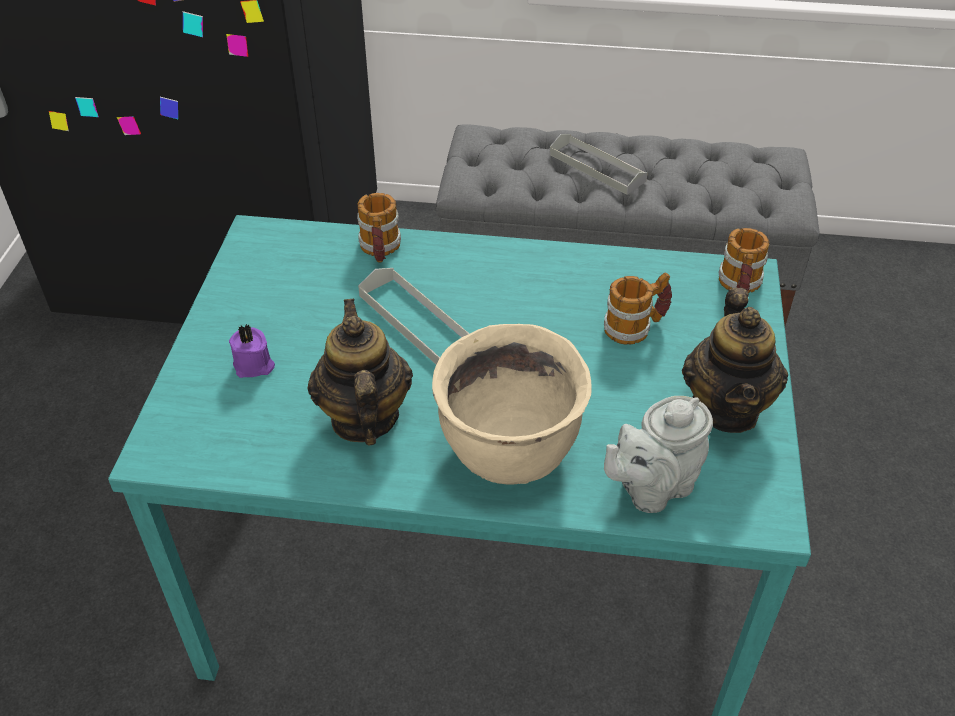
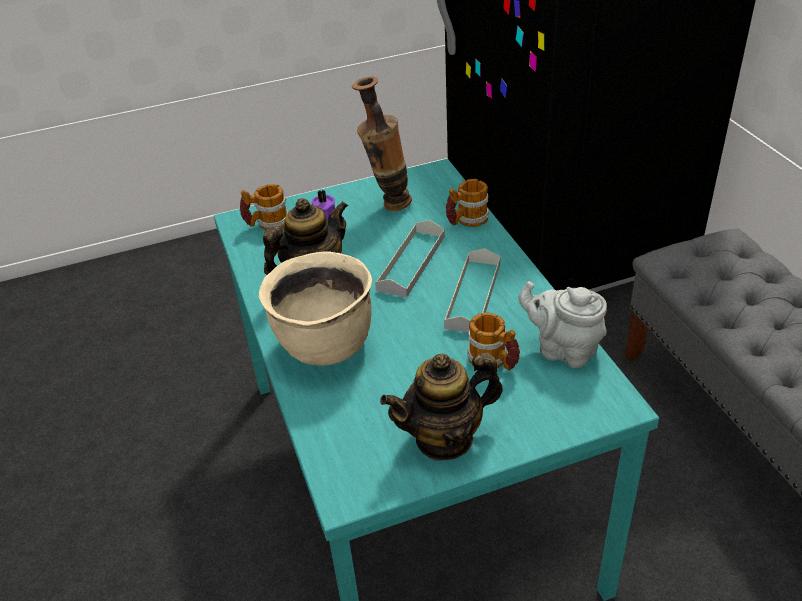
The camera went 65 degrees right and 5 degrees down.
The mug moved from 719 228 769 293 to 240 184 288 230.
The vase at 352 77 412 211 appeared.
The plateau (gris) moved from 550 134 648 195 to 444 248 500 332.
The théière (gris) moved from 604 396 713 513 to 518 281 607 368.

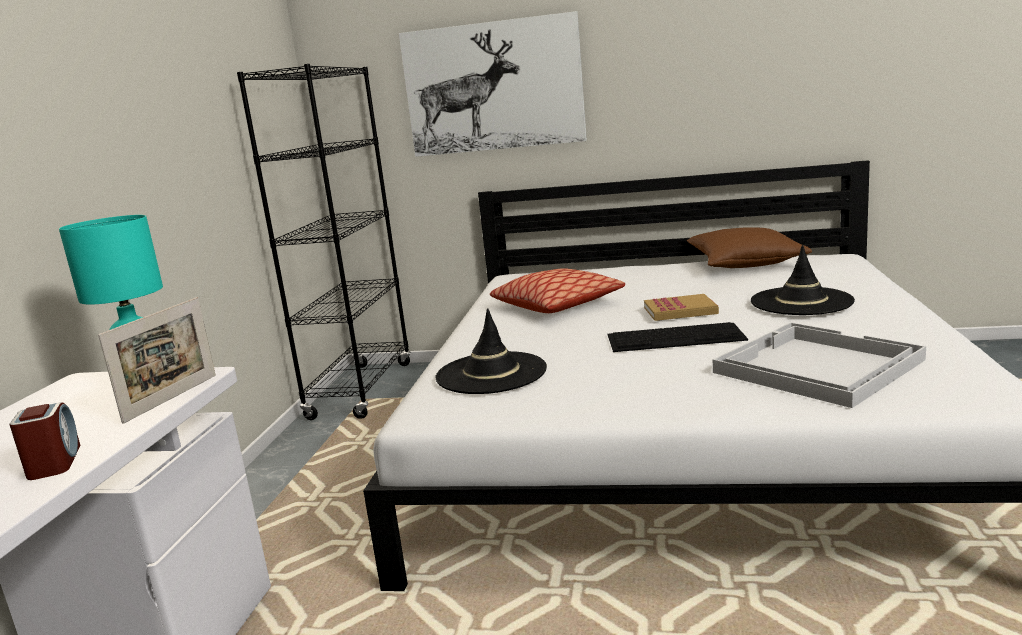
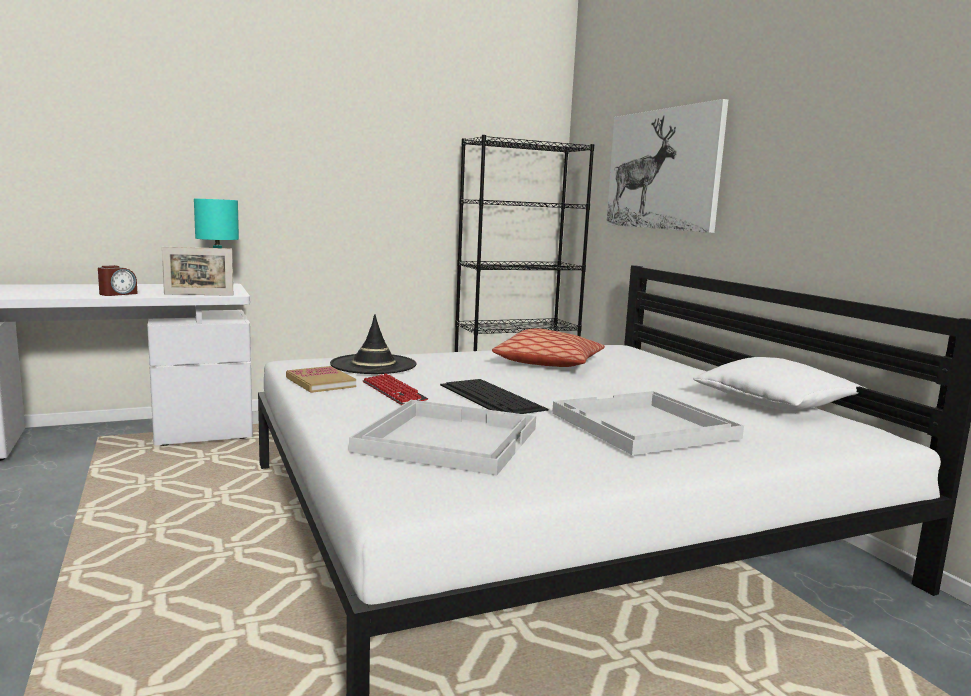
The camera went 55 degrees right and 5 degrees down.
The livre moved from 644 294 719 321 to 286 366 356 393.
The clavier at 363 373 428 405 appeared.
The chapeau (noir) at 751 245 855 315 was replaced by the plateau (blanc) at 552 391 744 455.
The coussin (marron) at 687 227 812 268 became the coussin (blanc) at 693 357 865 410.

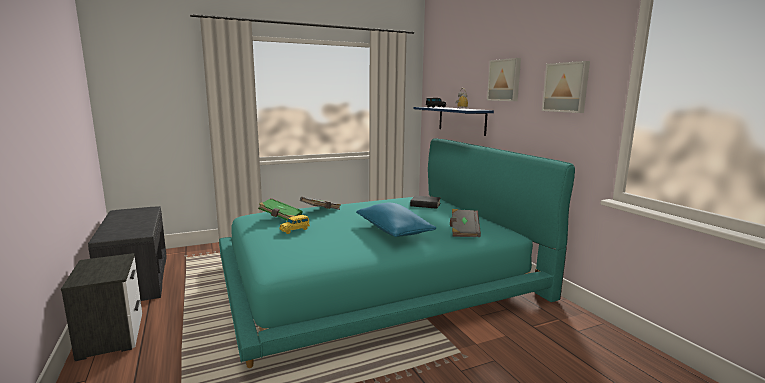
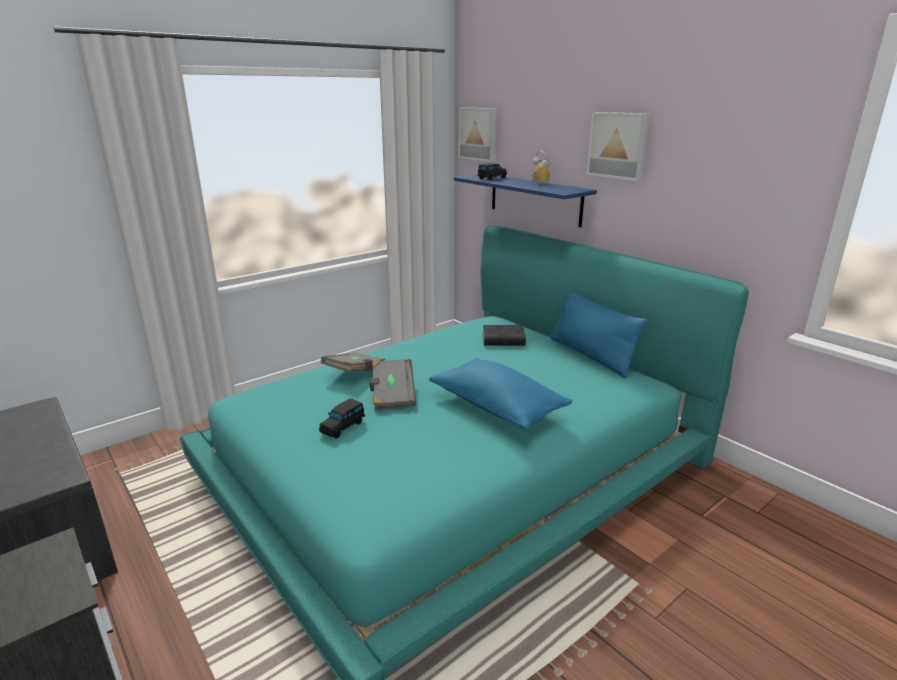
The camera went 15 degrees left and 10 degrees up.
The petite voiture (jaune) at 279 215 310 234 became the petite voiture (noir) at 319 398 365 438.
The livre (gris) moved from 450 209 481 237 to 370 359 416 410.
The tableau moved from 542 61 590 113 to 458 107 497 162.
The coussin (bleu) at 550 292 648 378 appeared.
The livre (vert) at 258 198 303 220 disappeared.

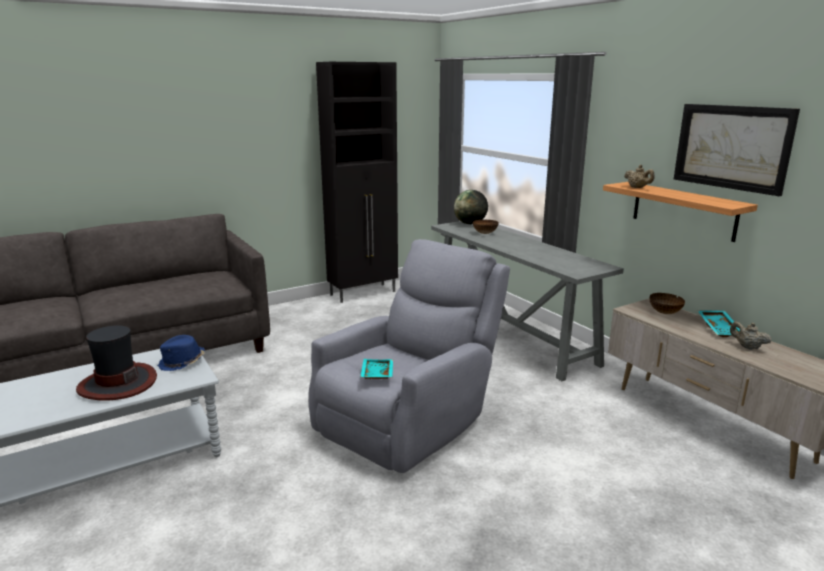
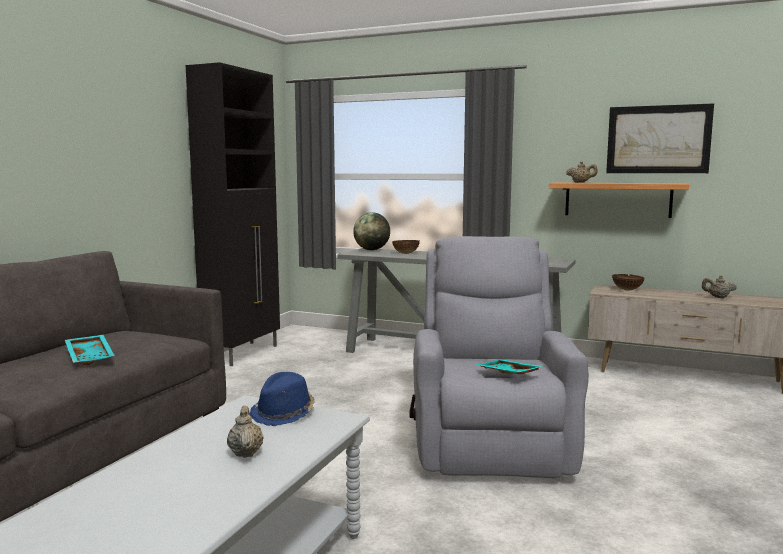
The camera went 35 degrees left and 10 degrees down.
The plateau (turquoise) moved from 698 311 740 337 to 65 335 115 365.
The chapeau at 76 325 157 400 was replaced by the théière (beige) at 227 406 264 458.

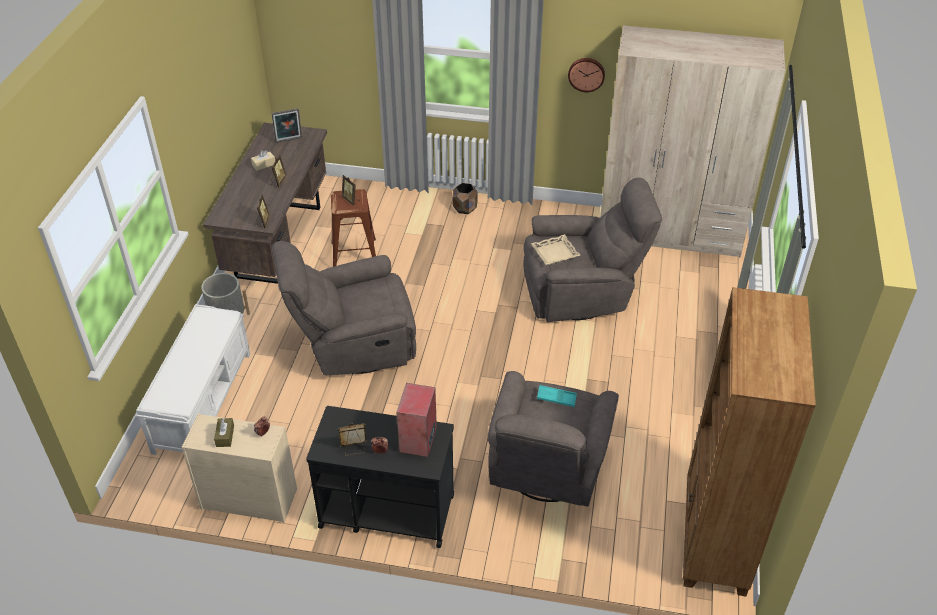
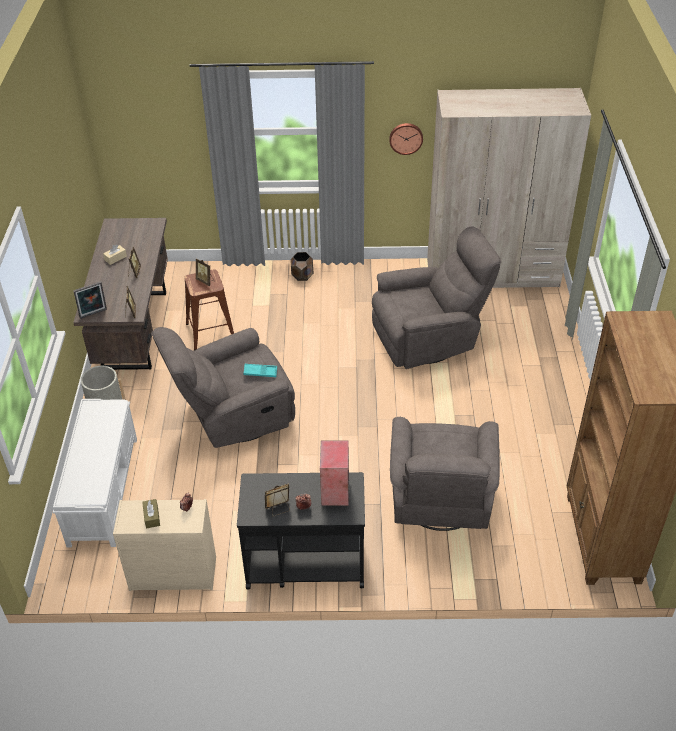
The camera went 10 degrees left and 0 degrees up.
The cadre photo moved from 272 108 302 143 to 73 281 107 319.
The plateau (turquoise) moved from 537 385 577 407 to 244 364 277 377.
The plateau (beige) at 531 234 580 265 disappeared.

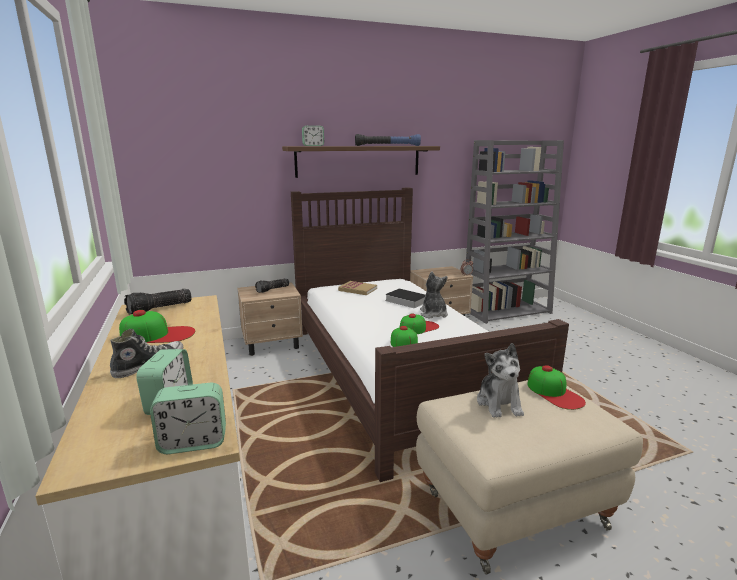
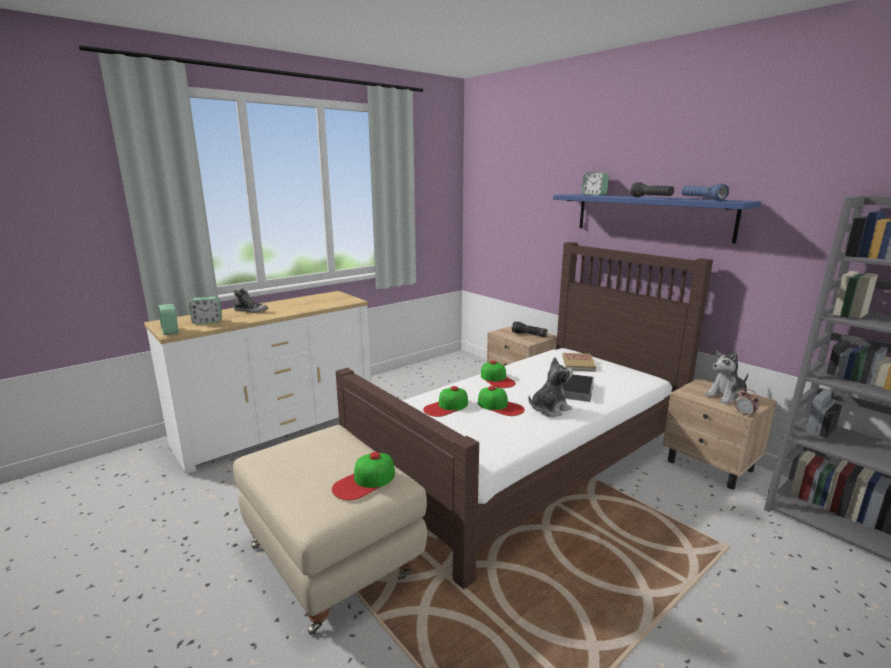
The camera went 70 degrees right and 0 degrees up.
The casquette moved from 119 310 195 343 to 481 361 516 388.
The étagère (marron) at 282 146 440 178 became the étagère (bleu) at 553 194 761 244.
The peluche moved from 477 343 524 418 to 705 350 748 404.
The lampe de poche at 124 289 192 315 disappeared.

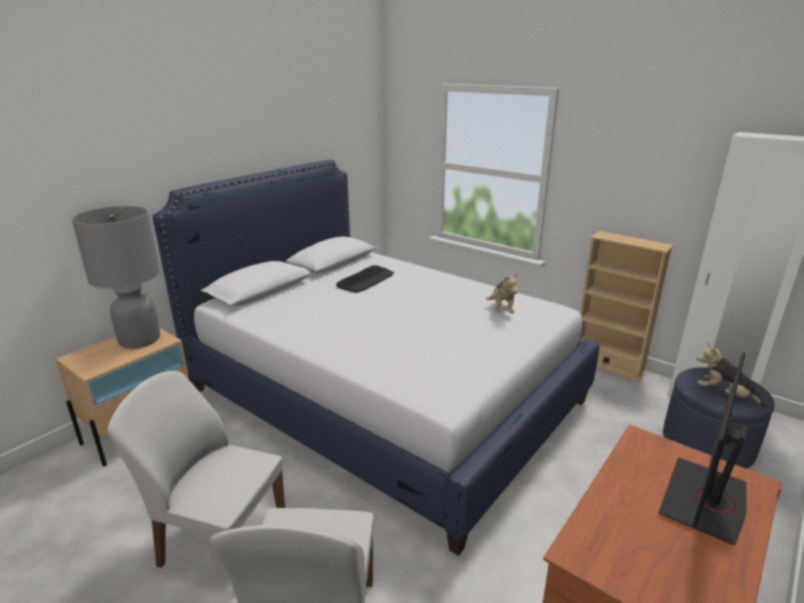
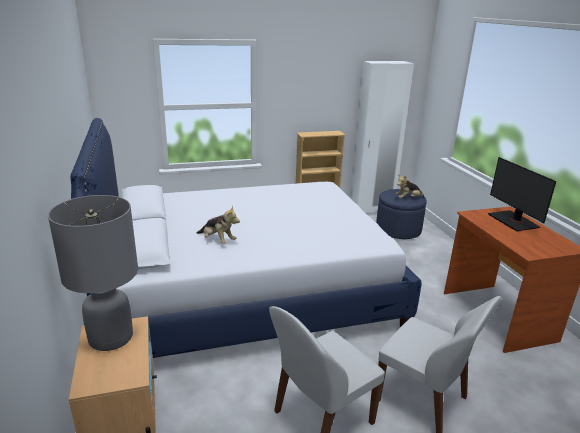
The camera went 55 degrees left and 0 degrees up.
The peluche moved from 486 273 518 313 to 197 206 240 244.
The clavier at 336 265 394 293 disappeared.

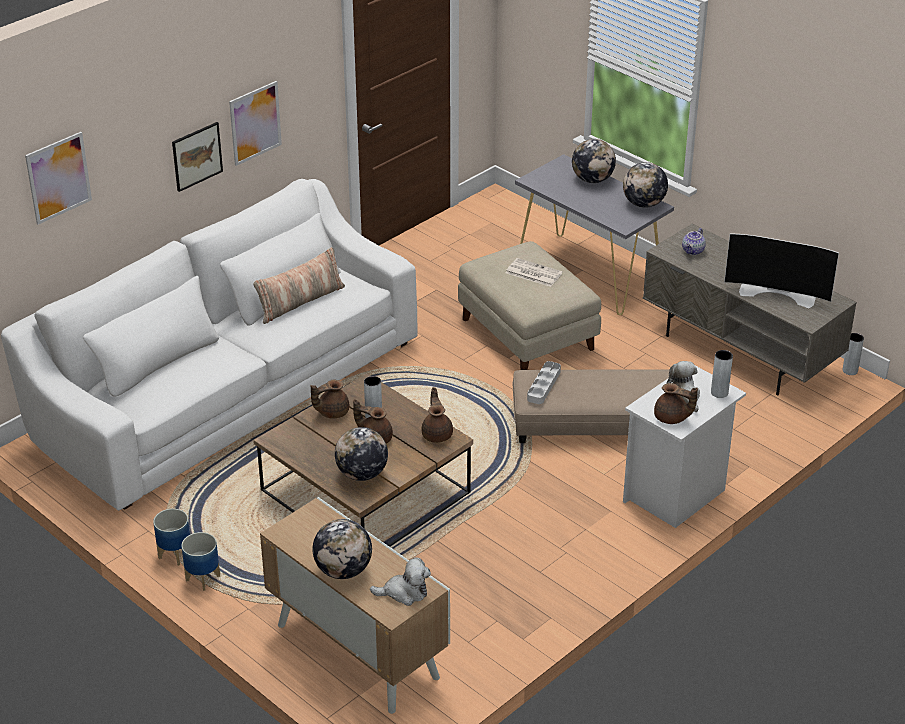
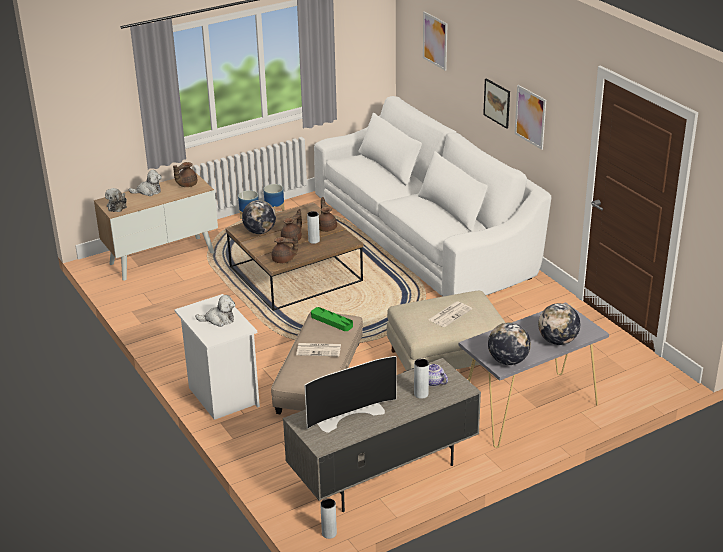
The camera went 105 degrees right and 5 degrees down.
The globe at 312 519 372 579 was replaced by the peluche at 129 170 162 196.
The théière (marron) moved from 654 383 698 424 to 173 162 197 187.
The journal at 296 343 341 356 appeared.
The téléviseur at 724 233 839 308 turned 150 degrees counterclockwise.
The plateau (gris) at 527 361 561 404 became the plateau (vert) at 311 307 353 331.
The vase (gris) moved from 711 350 733 398 to 414 359 429 399.
The coussin at 253 247 345 324 disappeared.

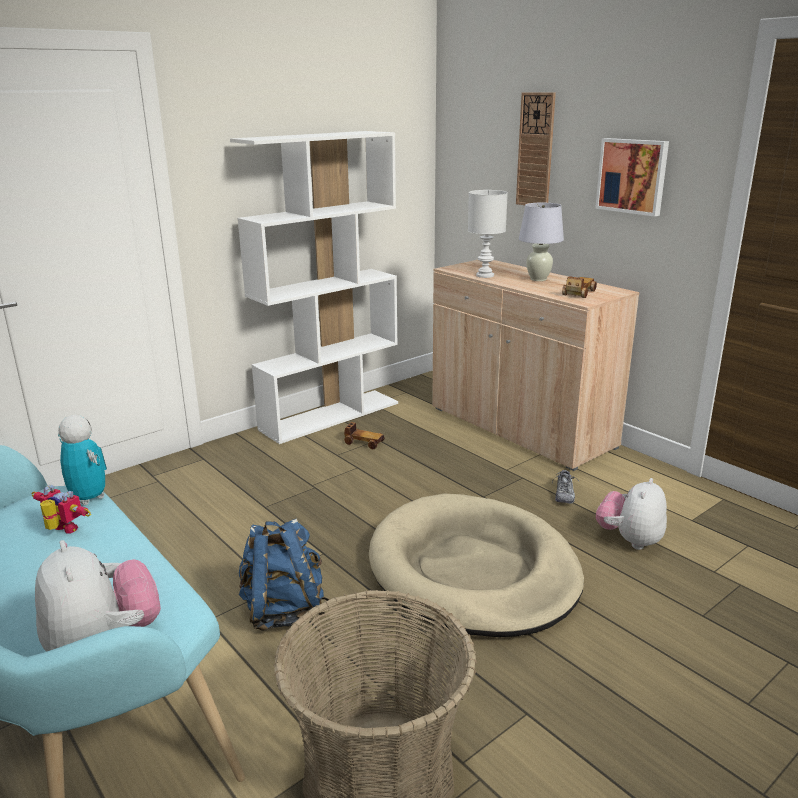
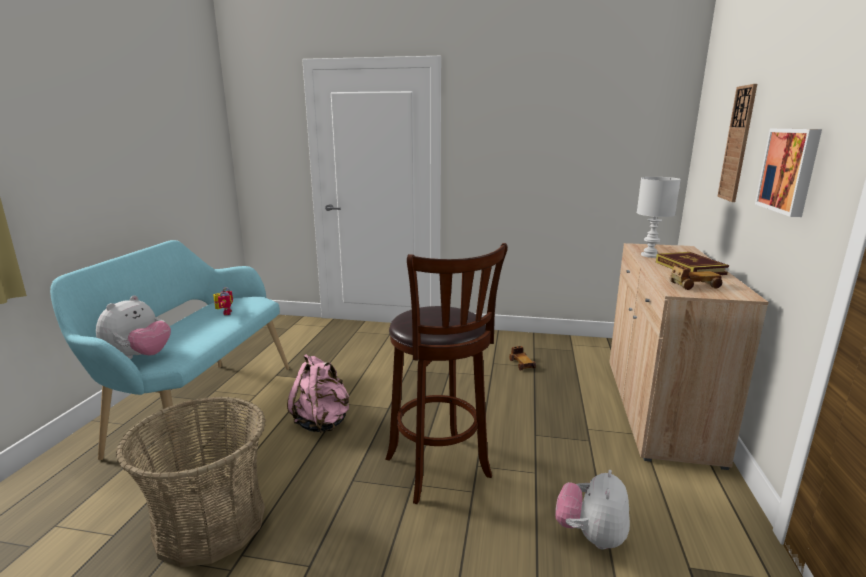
The camera went 50 degrees right and 5 degrees down.
The sac à dos (bleu) at 239 518 329 631 became the sac à dos (rose) at 287 354 349 433.
The panier pour chien (beige) at 369 494 584 637 was replaced by the tabouret (marron) at 385 243 508 504.
The peluche at 596 478 667 550 turned 60 degrees counterclockwise.
The lampe de table (blanc) at 519 203 564 281 was replaced by the livre at 656 252 729 275.
The robot jouet at 58 415 107 505 disappeared.
The bibliothèque (blanc) at 230 131 398 444 disappeared.
The chaussure at 552 468 579 504 disappeared.

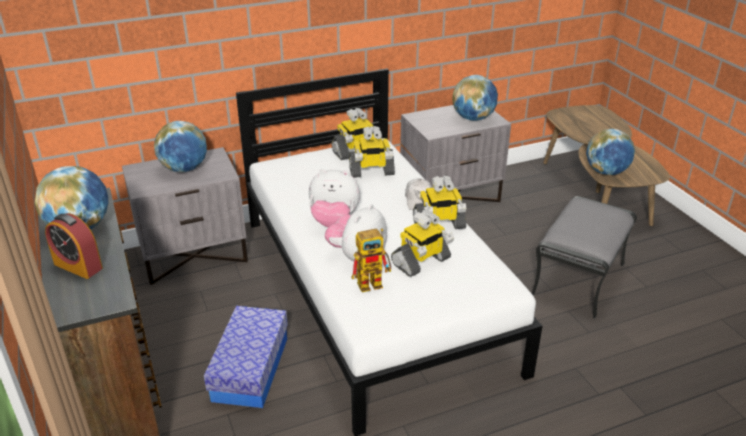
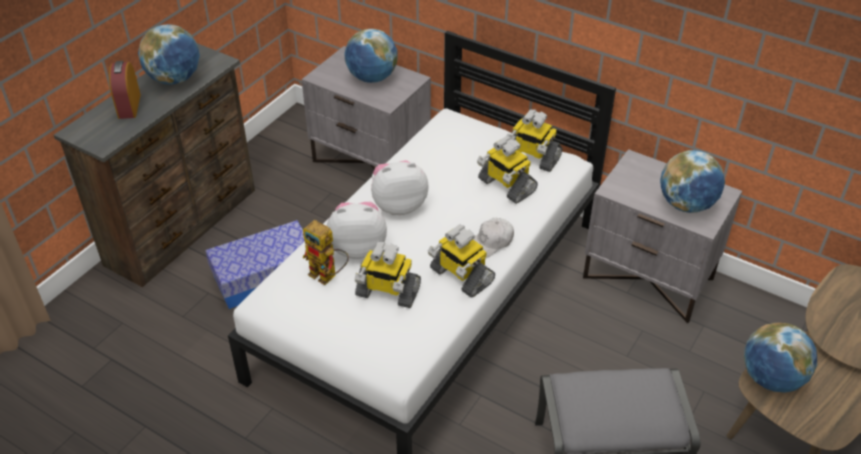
The camera went 55 degrees right and 10 degrees up.
The peluche at 309 169 360 227 turned 105 degrees clockwise.

